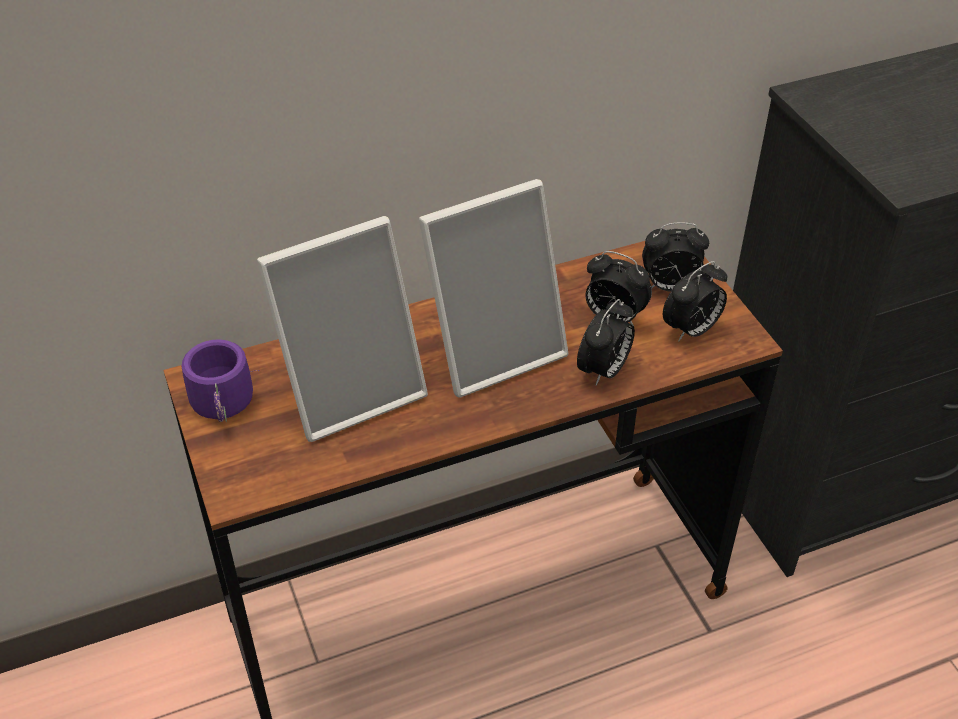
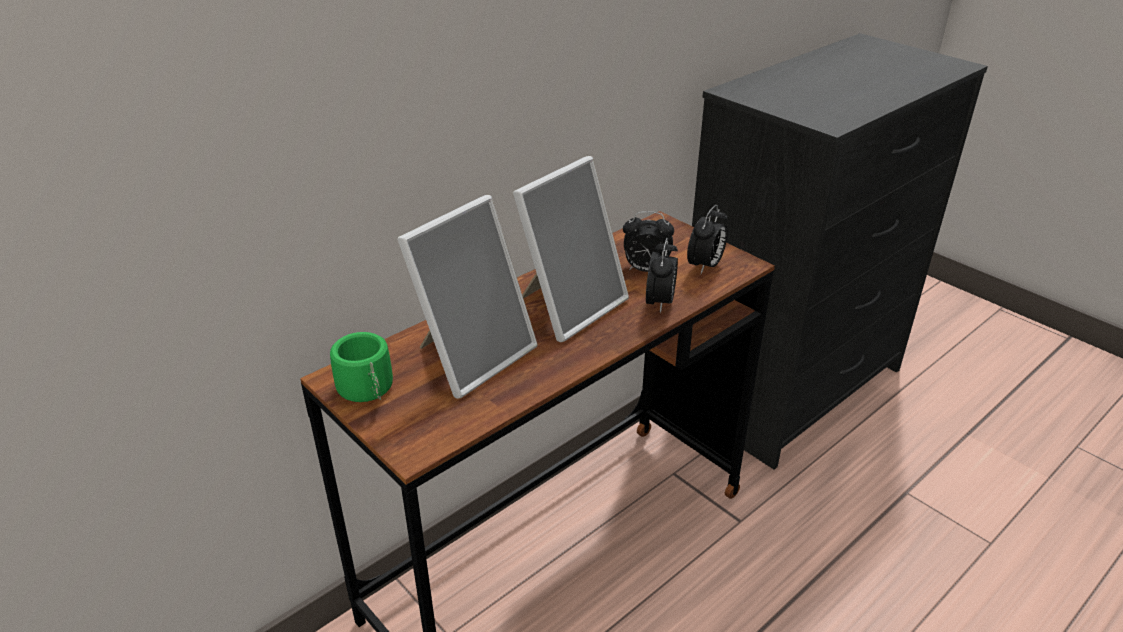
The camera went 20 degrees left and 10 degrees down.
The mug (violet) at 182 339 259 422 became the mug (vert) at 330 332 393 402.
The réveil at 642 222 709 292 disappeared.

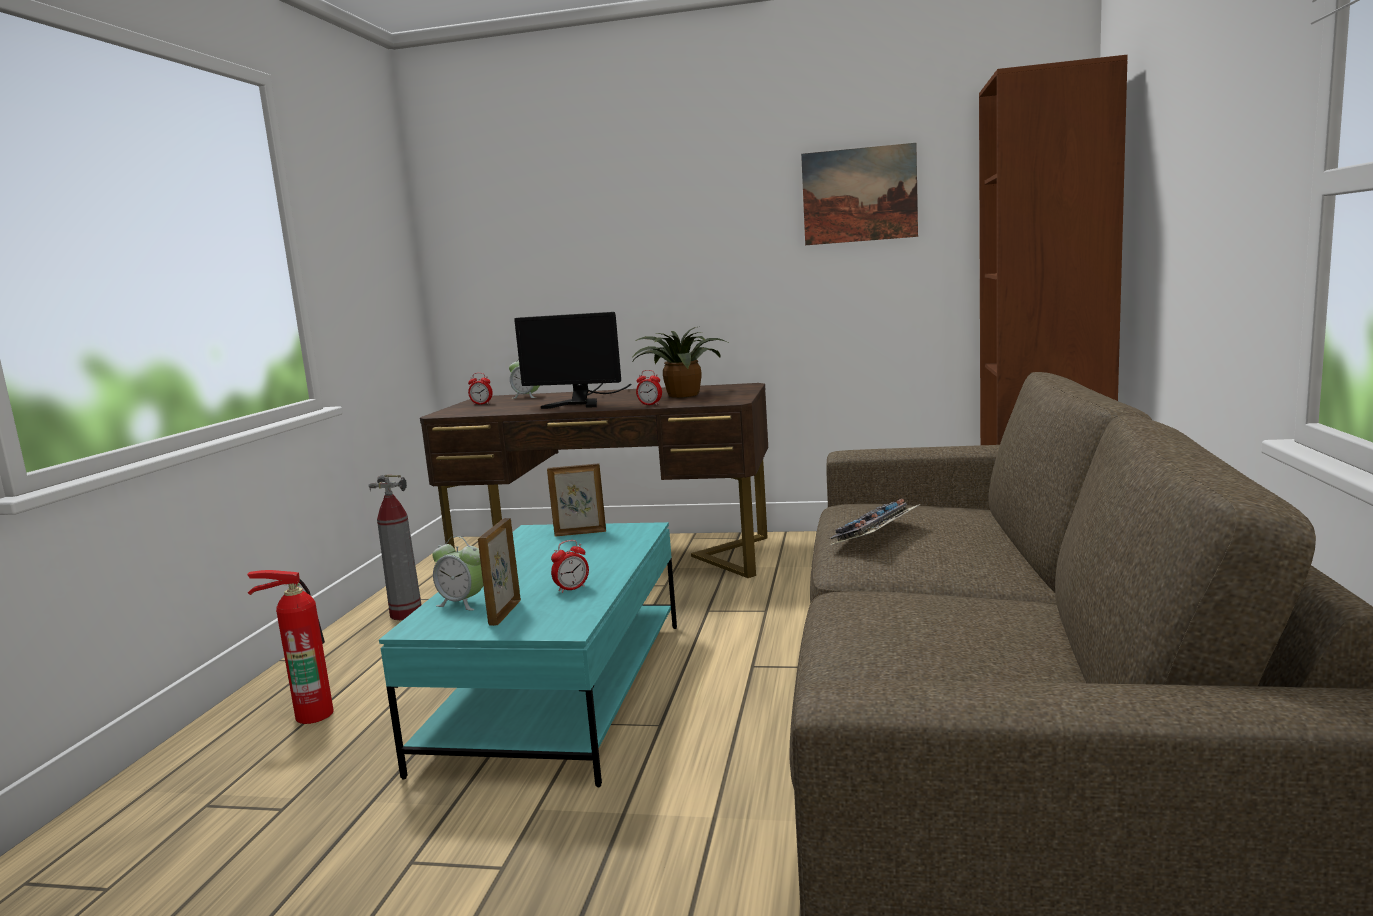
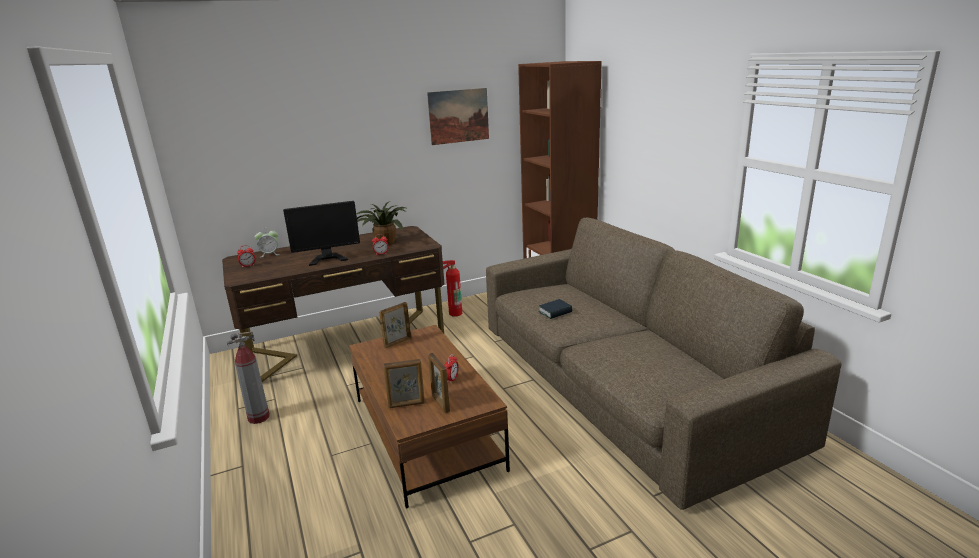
The camera went 35 degrees left and 10 degrees up.
The table basse (turquoise) at 379 522 677 787 became the table basse (marron) at 349 325 510 509.
The réveil at 432 536 483 611 was replaced by the cadre photo at 383 359 425 408.
The extincteur moved from 247 570 334 724 to 443 260 462 317.
The clavier at 829 499 921 546 was replaced by the livre at 538 299 572 319.

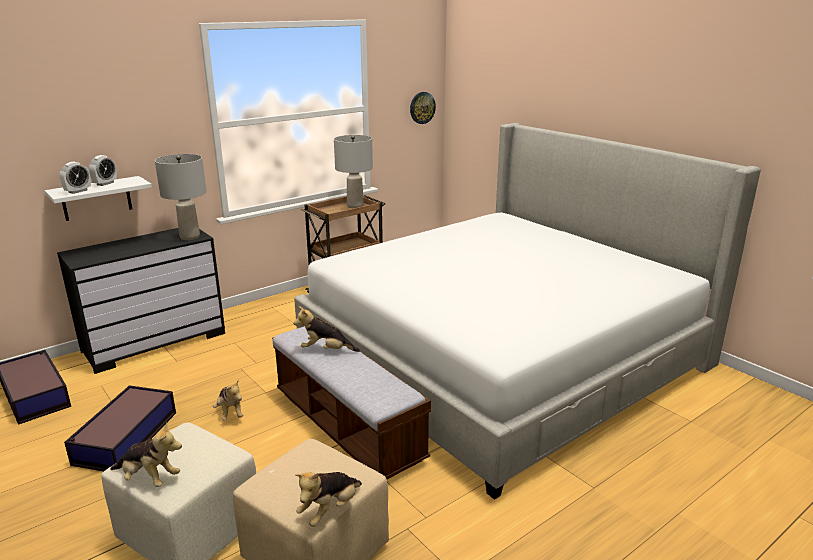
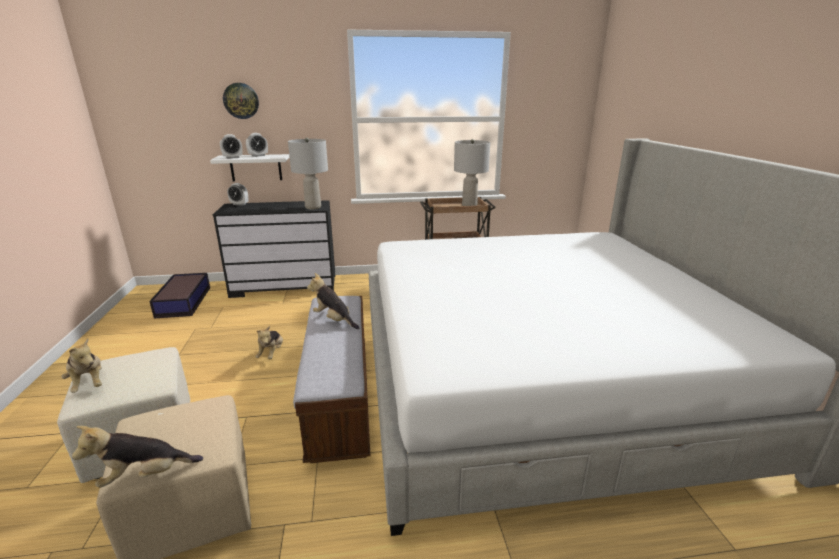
The camera went 30 degrees right and 0 degrees up.
The horloge murale moved from 410 92 436 124 to 223 83 259 119.
The réveil at 227 183 248 206 appeared.
The boîte de rangement at 64 385 176 471 disappeared.

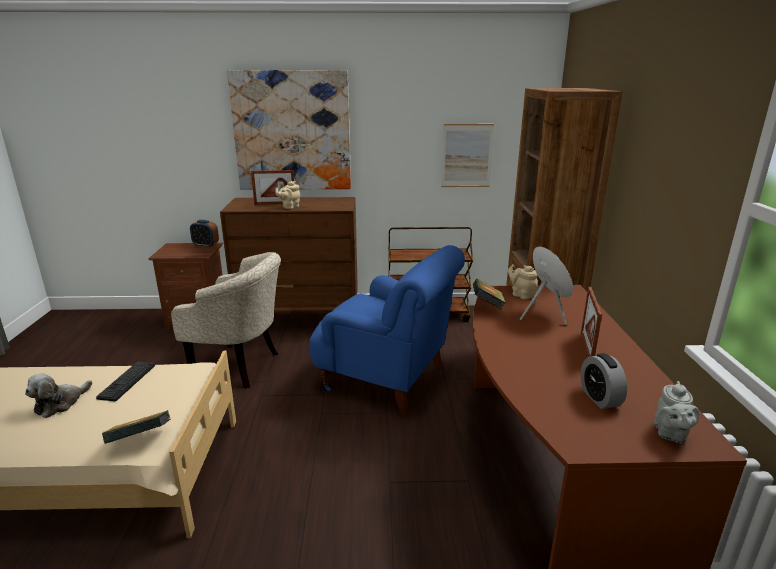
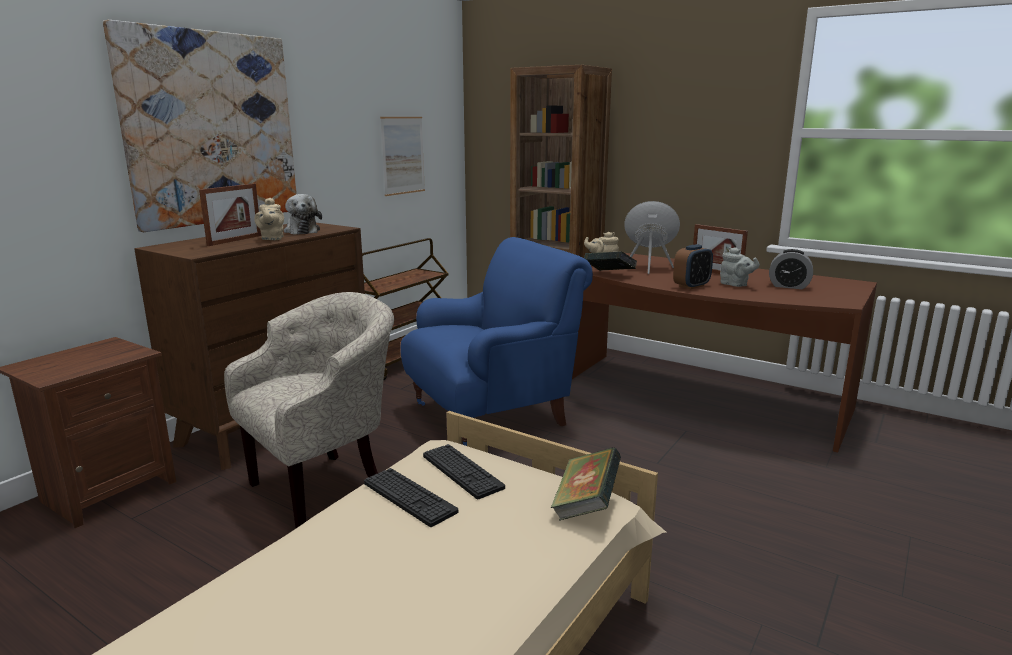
The camera went 55 degrees left and 5 degrees down.
The peluche moved from 25 374 92 418 to 284 194 322 235.
The clavier at 423 444 505 499 appeared.
The réveil moved from 190 220 219 248 to 673 244 713 289.
The théière (gris) moved from 654 381 700 443 to 720 247 760 287.

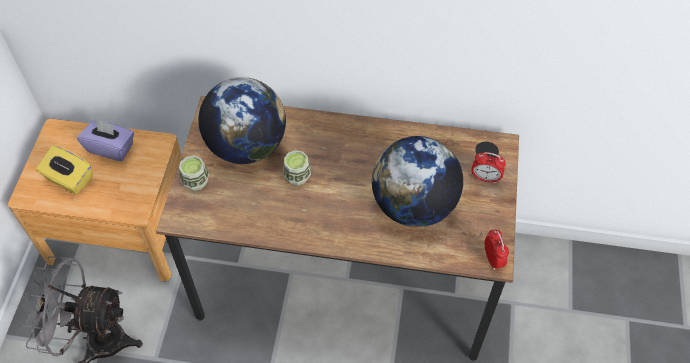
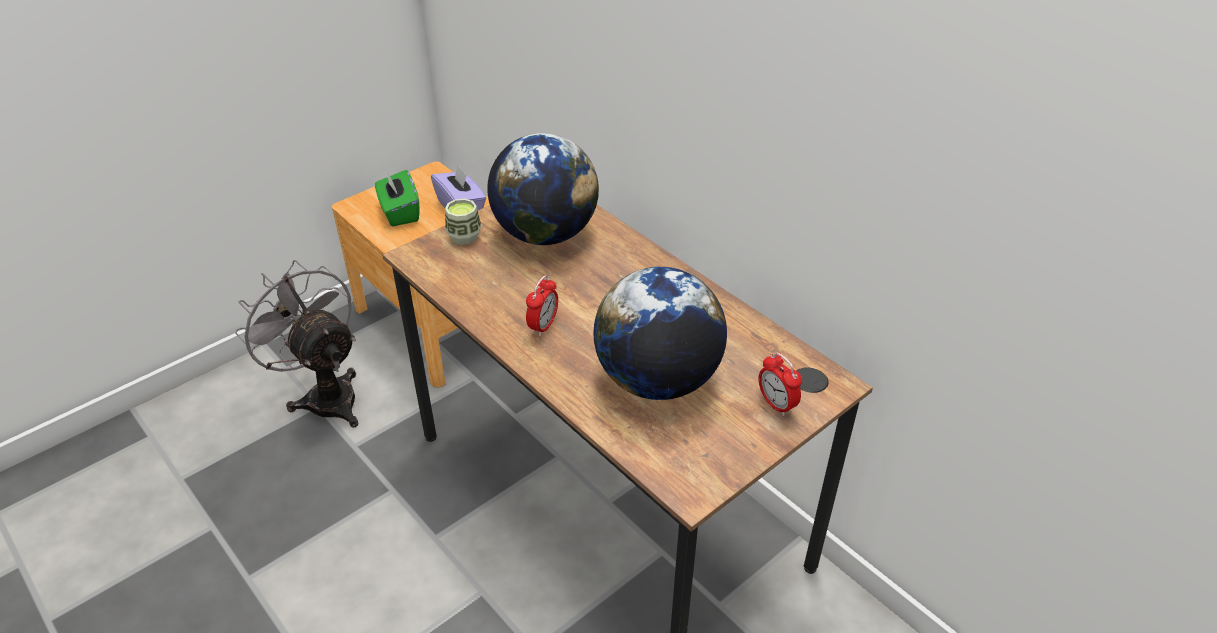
The camera went 40 degrees right and 15 degrees down.
The boîte à mouchoirs (jaune) at 36 145 92 195 became the boîte à mouchoirs (vert) at 375 170 420 226.
The réveil moved from 485 229 509 270 to 526 275 558 337.
The tasse at 283 150 311 185 disappeared.

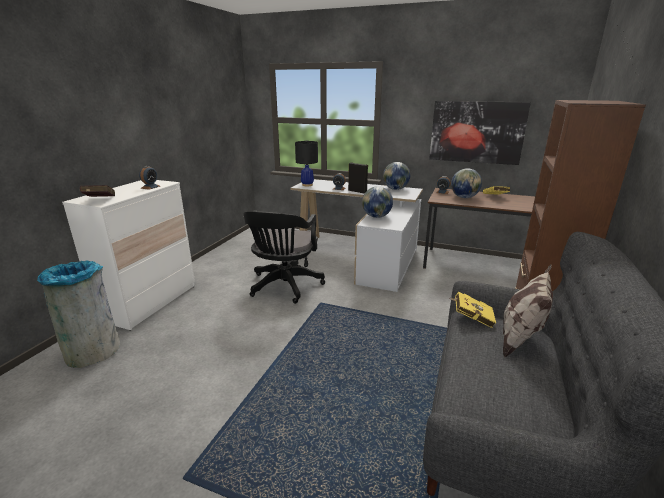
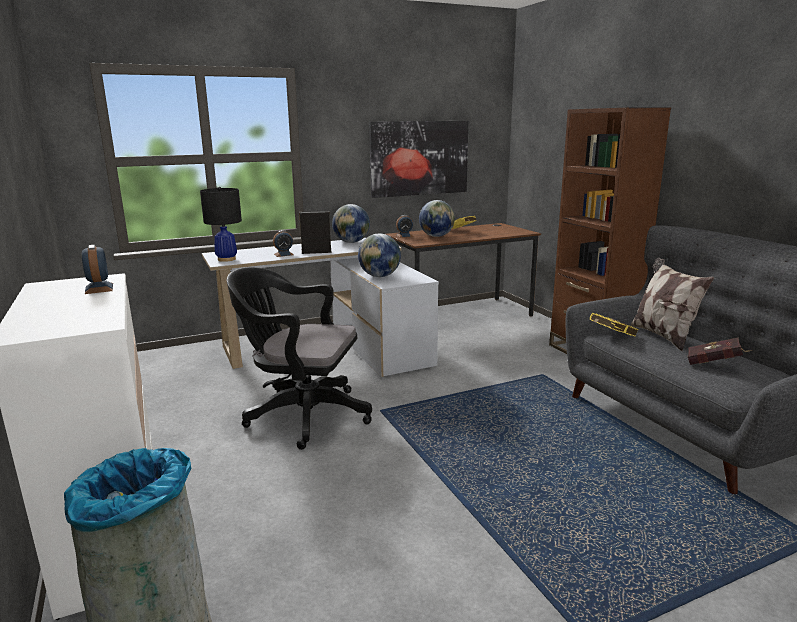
The camera went 45 degrees left and 5 degrees down.
The chaise de bureau (noir) at 244 210 325 304 turned 135 degrees clockwise.
The livre (rouge) moved from 79 185 115 197 to 688 337 752 365.

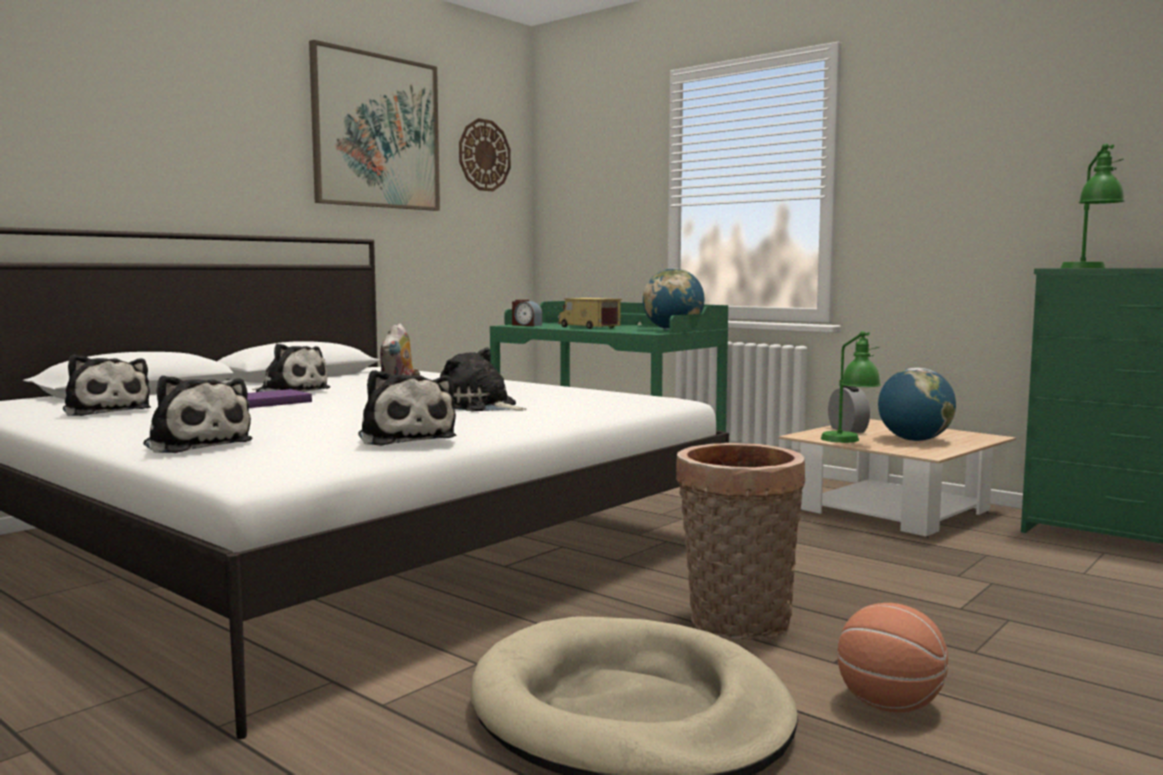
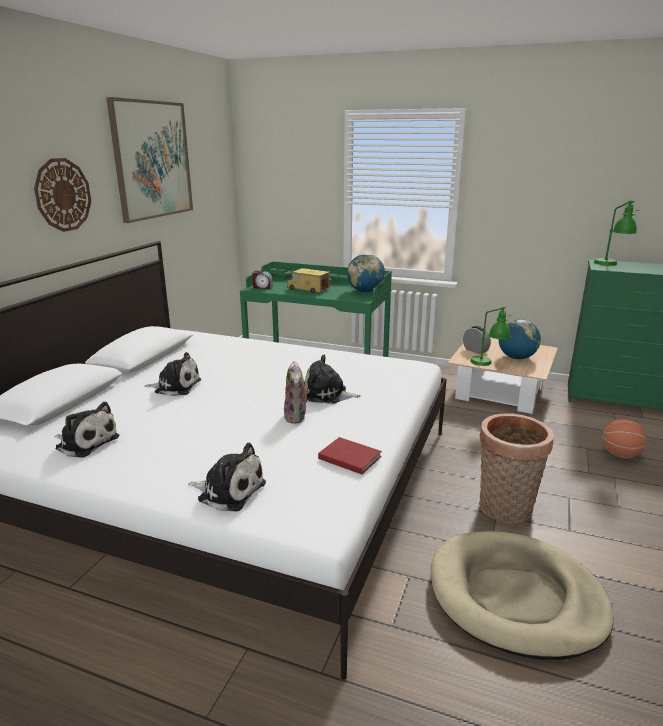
The camera went 20 degrees left and 15 degrees up.
The horloge murale moved from 459 118 511 191 to 34 158 91 232.
The peluche at 358 370 457 446 was replaced by the livre (rouge) at 318 437 382 474.
The ballon de basket moved from 837 603 948 712 to 603 419 646 458.
The livre (violet) at 247 389 312 408 disappeared.

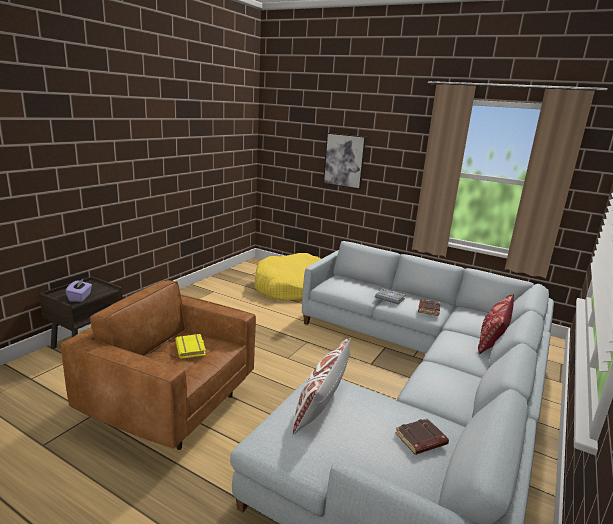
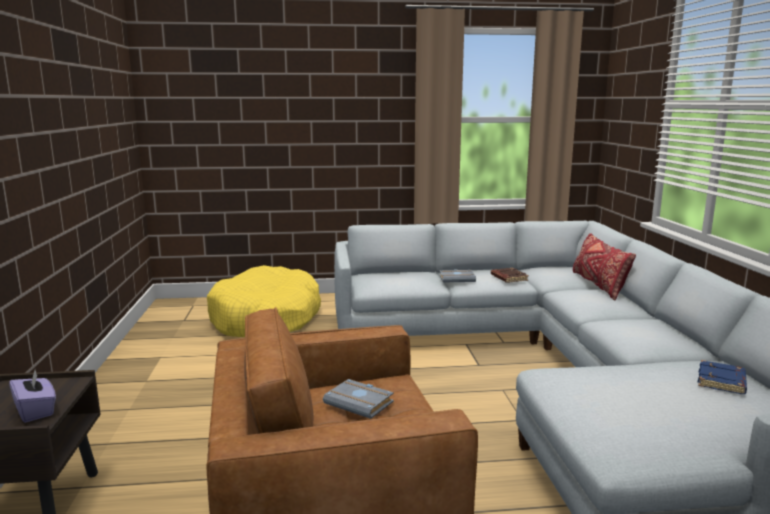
The camera went 35 degrees left and 5 degrees down.
The livre (jaune) at 175 334 206 359 became the livre (gris) at 323 379 394 419.
The livre (marron) at 395 418 449 455 became the livre (bleu) at 698 360 747 394.
The coussin (blanc) at 293 338 351 435 disappeared.
The tableau at 323 133 366 189 disappeared.

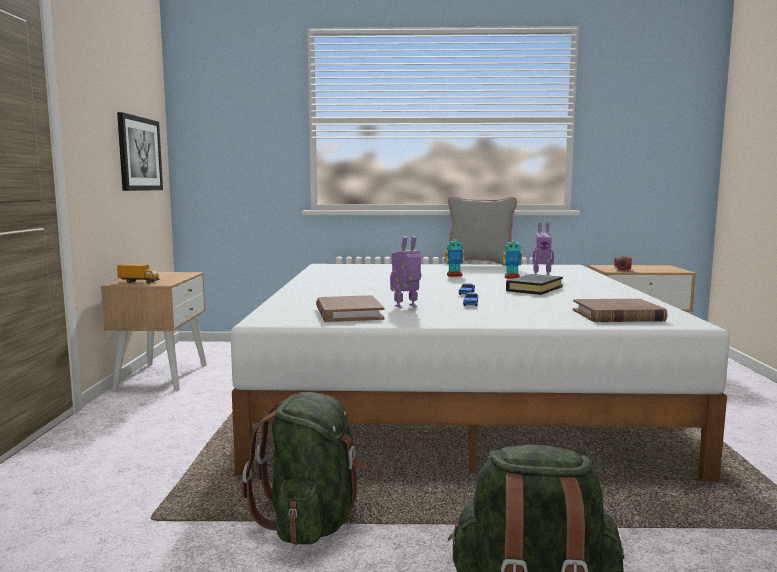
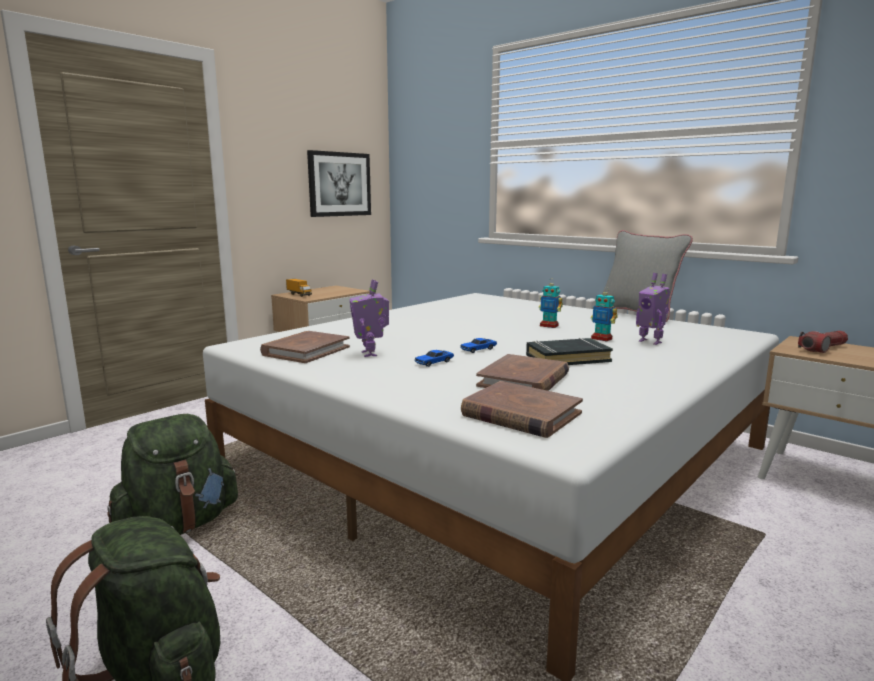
The camera went 40 degrees right and 5 degrees up.
The robot jouet at 390 236 421 308 turned 120 degrees counterclockwise.
The livre (marron) at 476 354 569 391 appeared.

